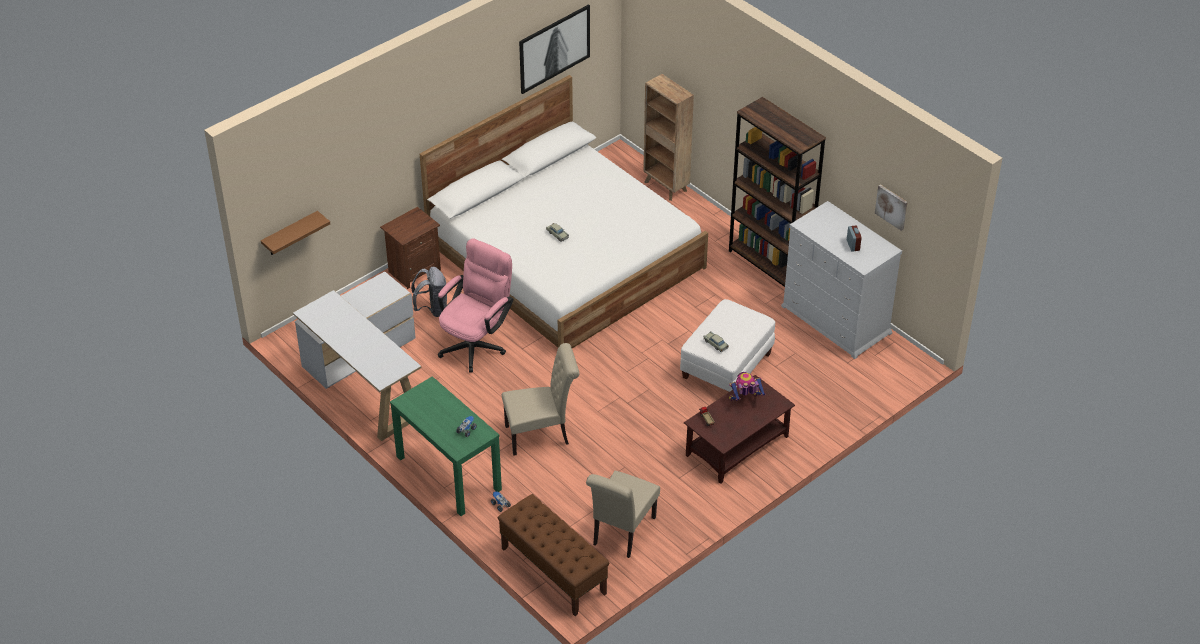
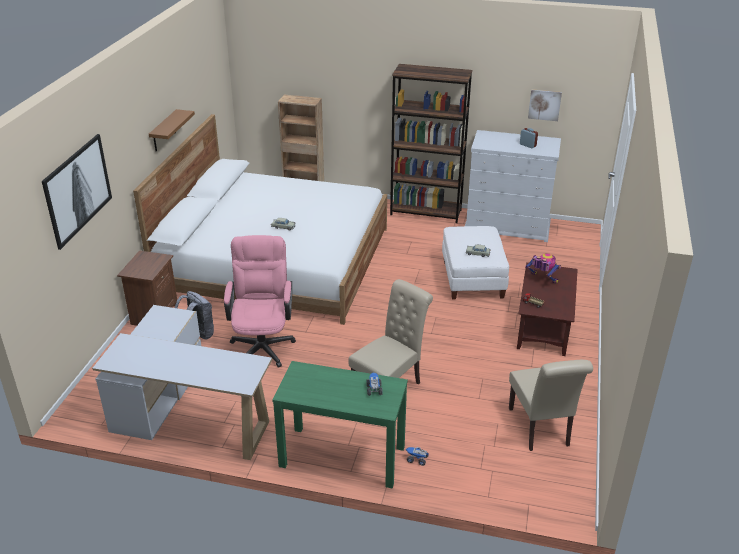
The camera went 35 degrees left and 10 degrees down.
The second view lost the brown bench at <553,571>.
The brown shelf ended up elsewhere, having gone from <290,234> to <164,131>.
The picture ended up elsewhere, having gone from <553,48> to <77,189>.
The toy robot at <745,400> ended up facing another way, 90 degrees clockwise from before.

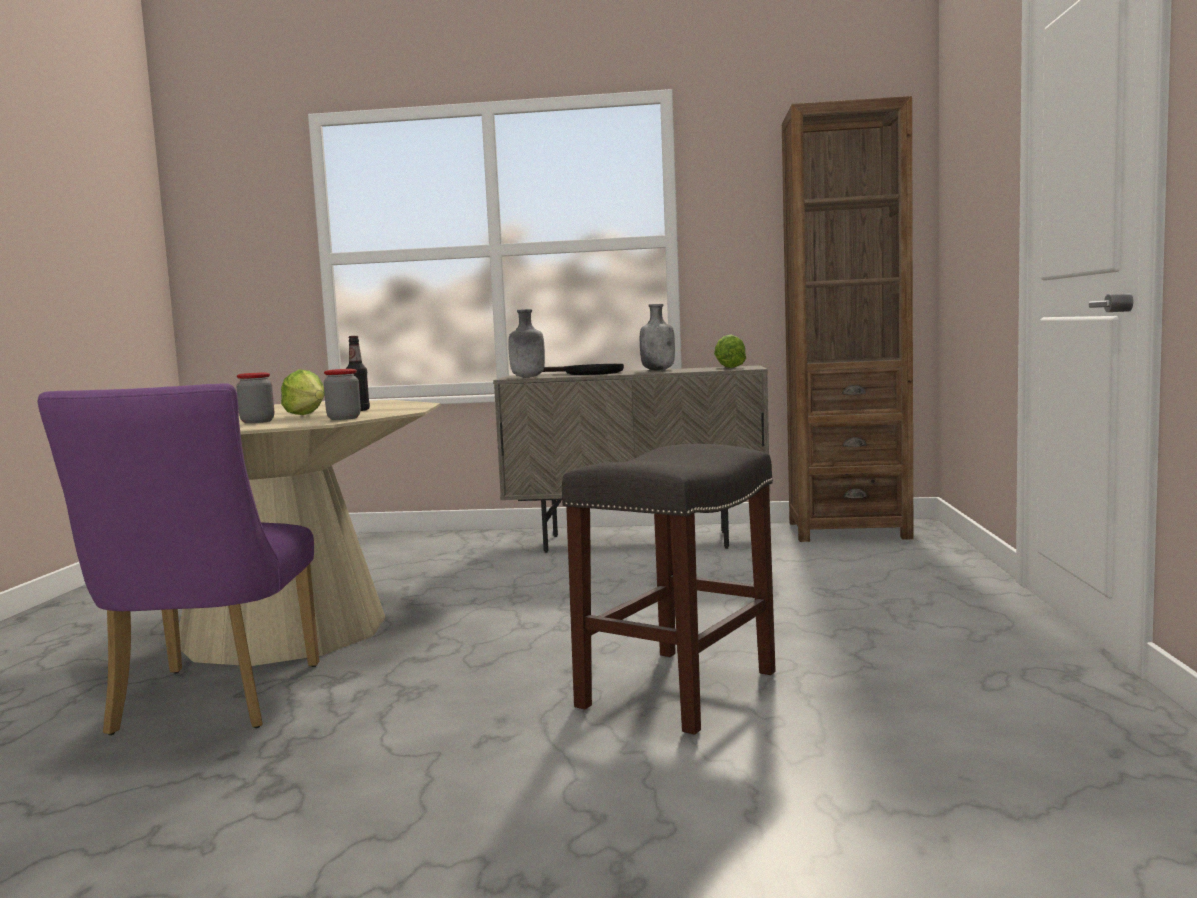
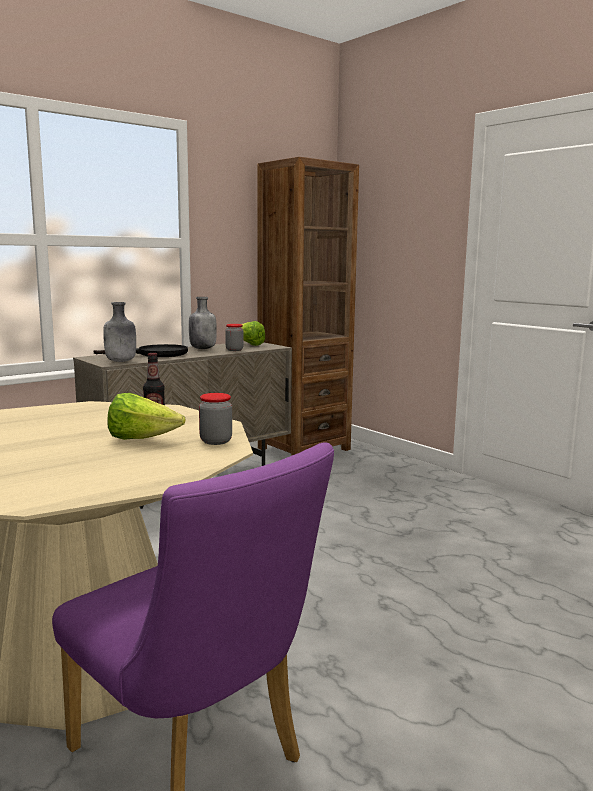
The camera went 45 degrees left and 5 degrees up.
The second view lost the grey stool at <678,690>.
The jar ended up elsewhere, having gone from <257,422> to <234,350>.

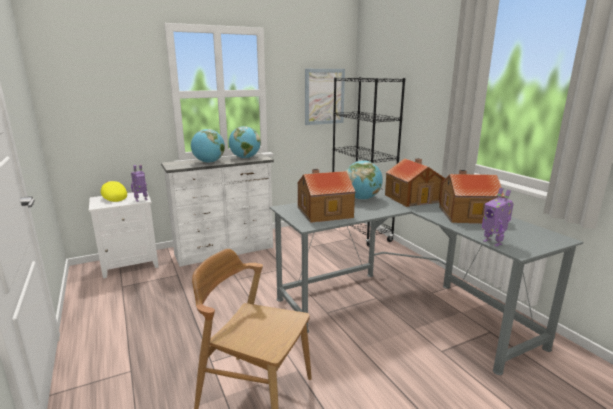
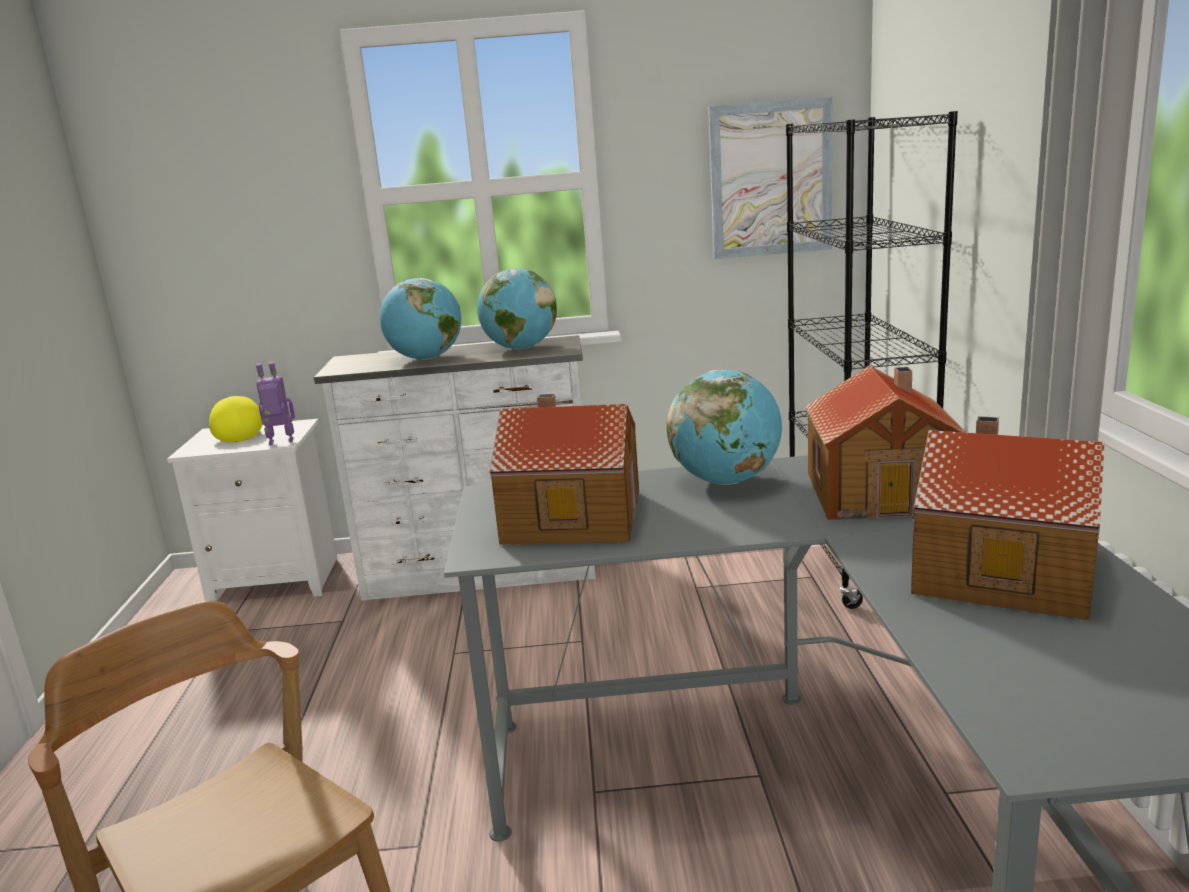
The camera went 25 degrees right and 0 degrees up.
The second view lost the toy robot at <493,242>.

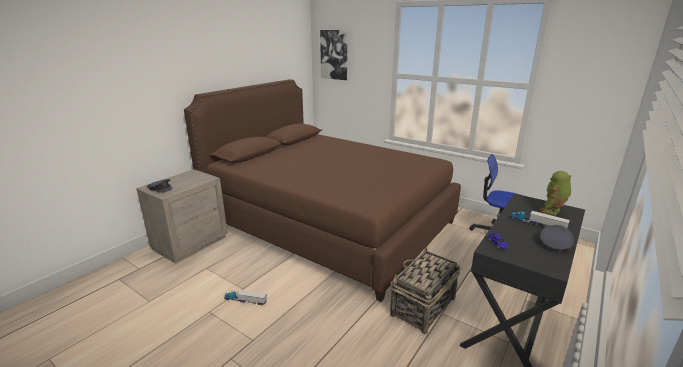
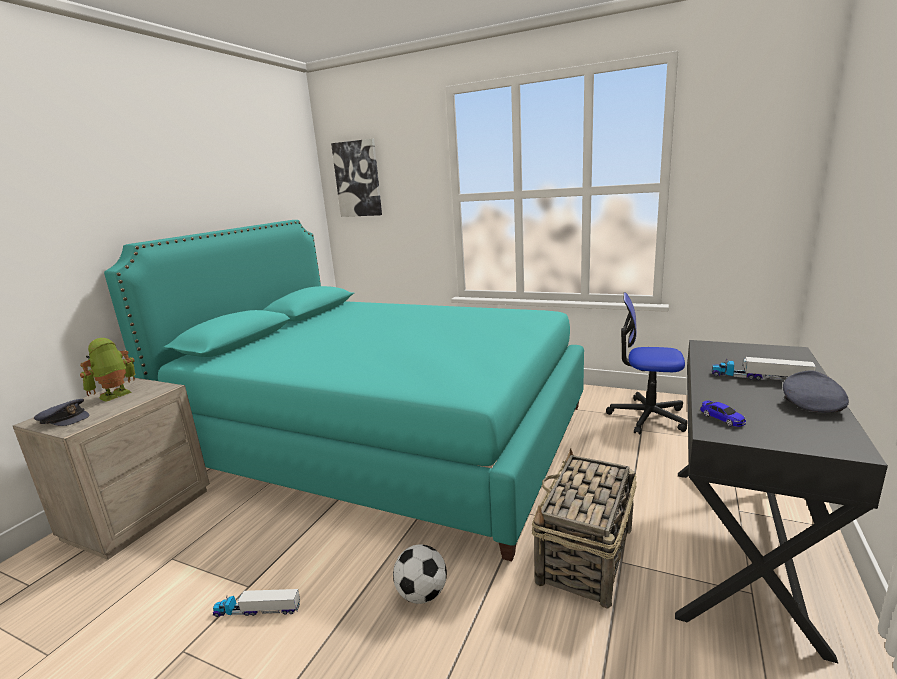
The camera went 10 degrees left and 5 degrees down.
The second view gained the football at <422,594>.
The toy robot ended up elsewhere, having gone from <552,211> to <115,396>.
What was the brown bed at <329,222> turned into the turquoise bed at <386,437>.

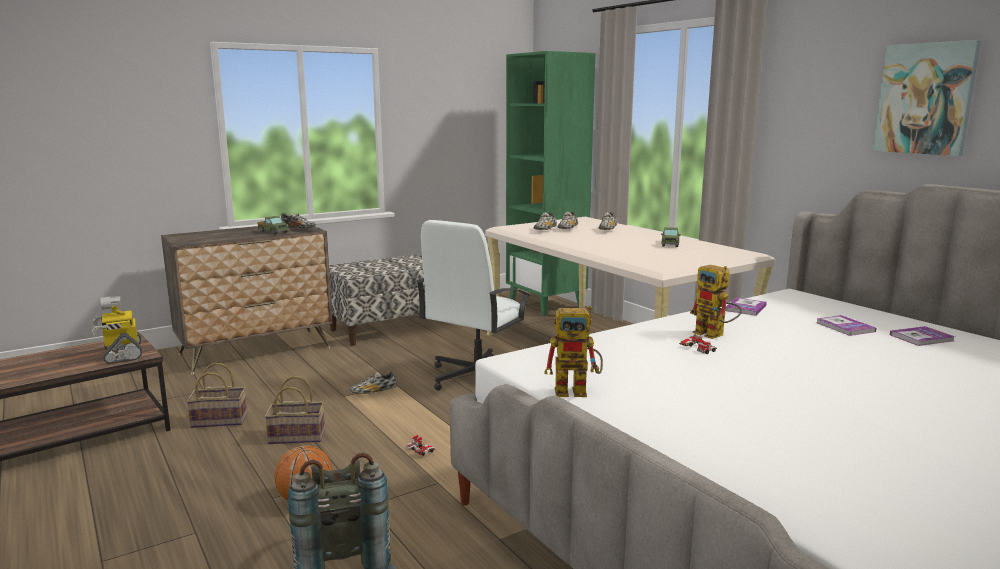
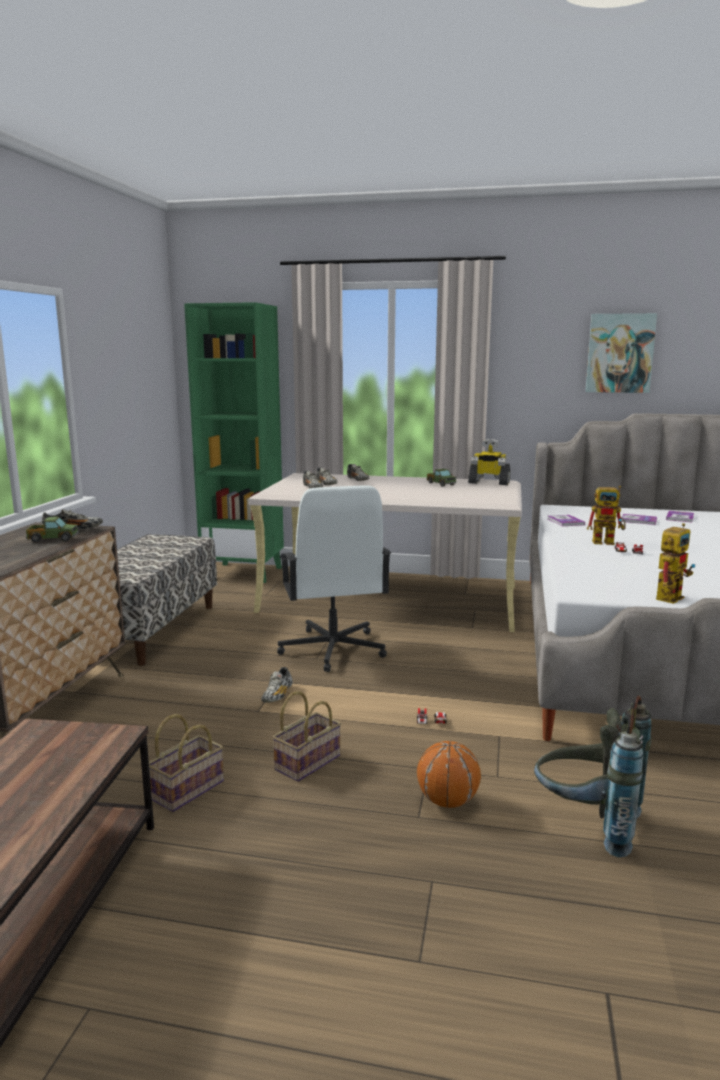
The camera went 45 degrees left and 0 degrees up.
The toy robot ended up elsewhere, having gone from <122,354> to <488,483>.

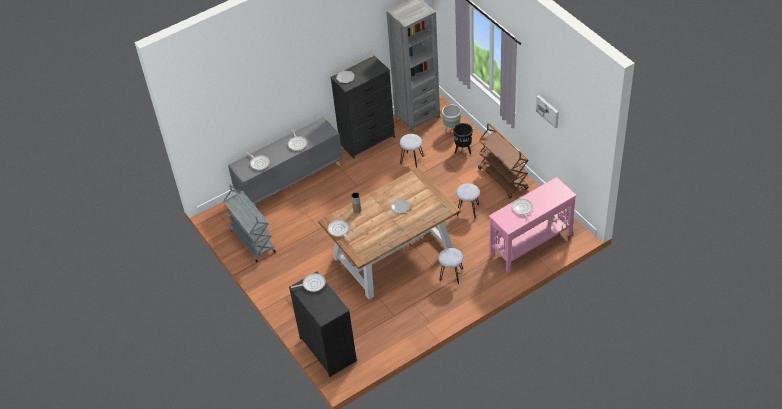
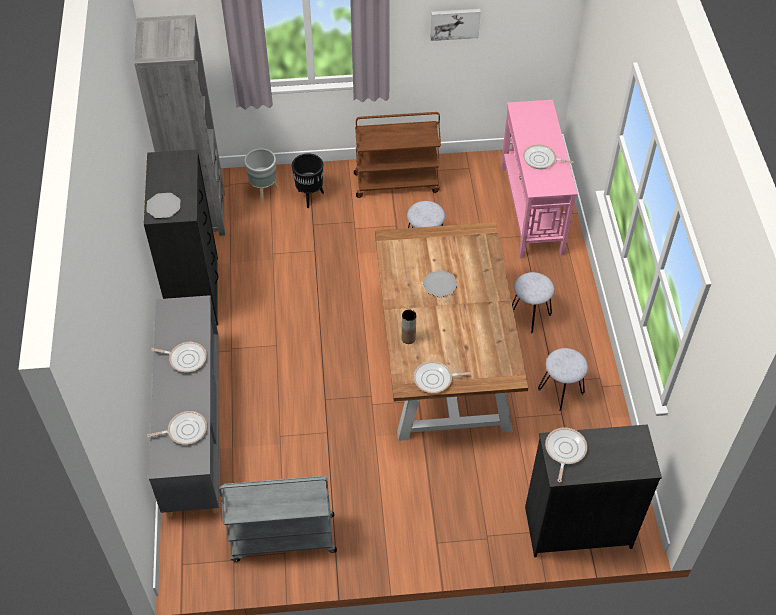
The camera went 65 degrees left and 5 degrees up.
The grey stool ended up elsewhere, having gone from <411,160> to <561,392>.

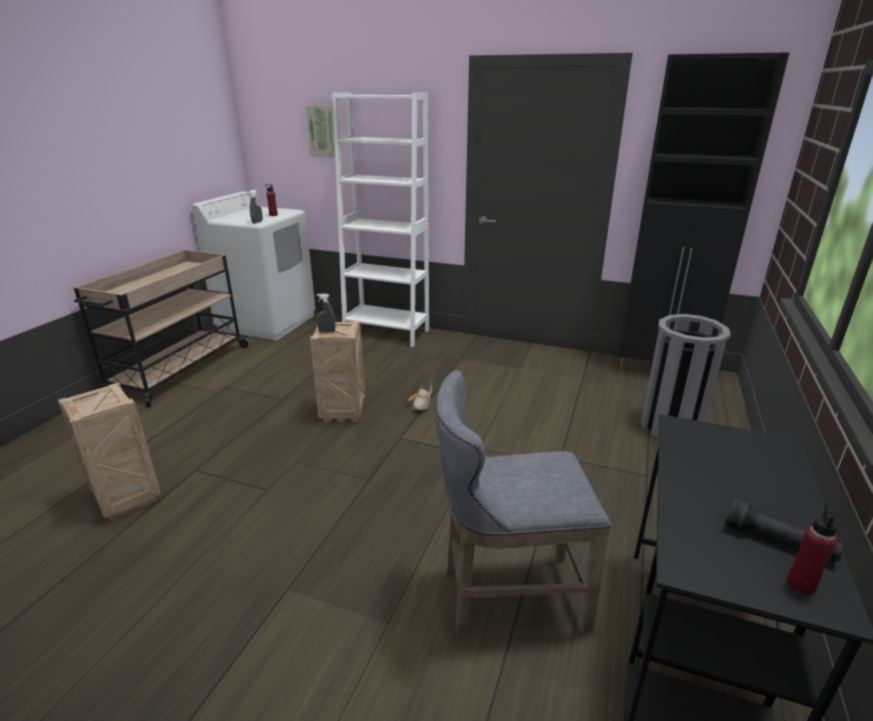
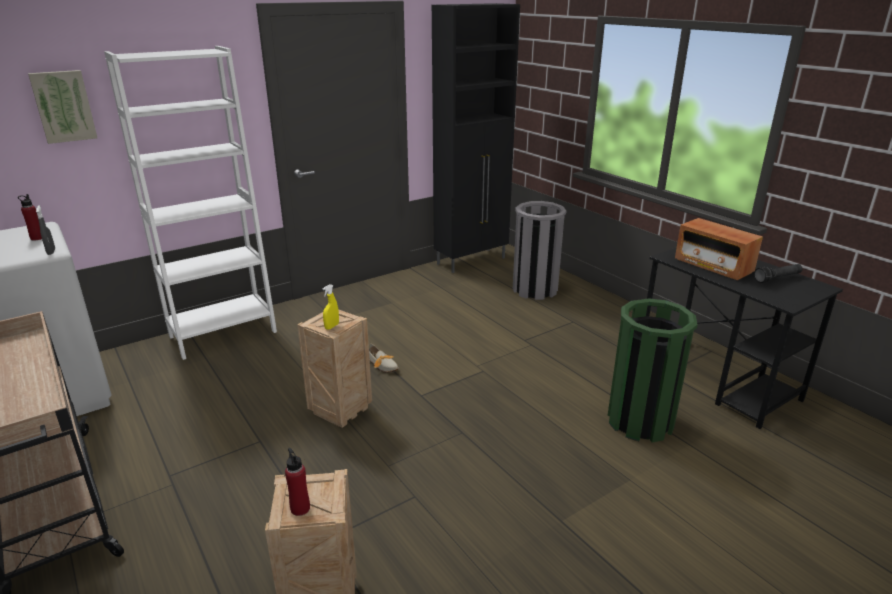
The camera went 55 degrees left and 0 degrees up.
The second view gained the radio at <713,266>.
The red bottle ended up elsewhere, having gone from <800,584> to <300,508>.
Where the grey stool stood at <505,597>, the green trash can came to stand at <640,421>.
What was the grey spray bottle at <327,332> turned into the yellow spray bottle at <332,326>.

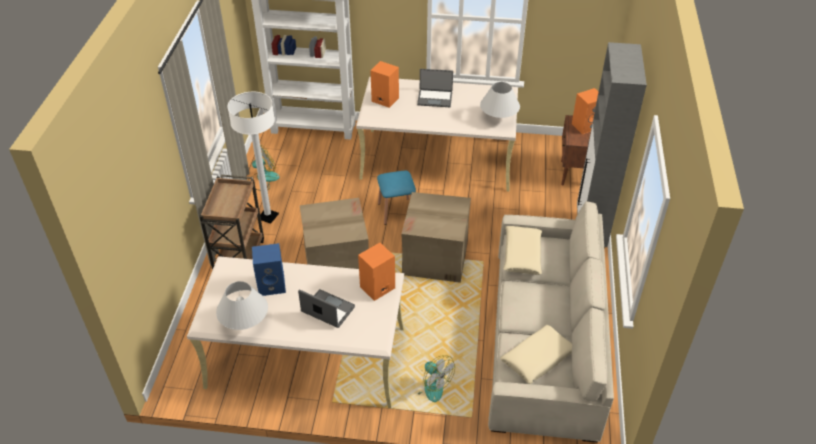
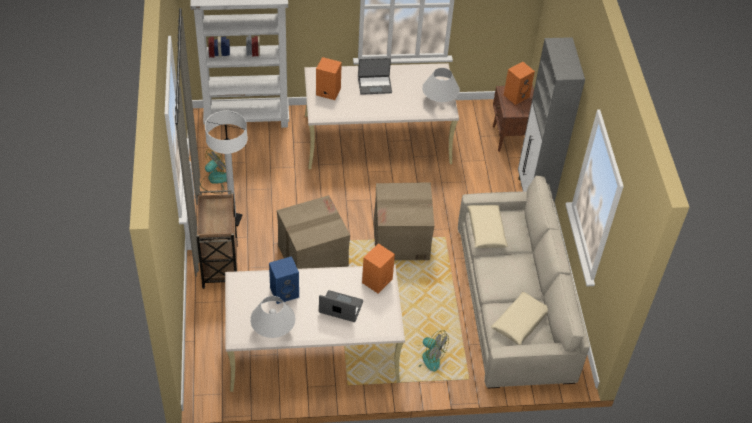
The camera went 15 degrees left and 5 degrees up.
The second view lost the blue stool at <396,211>.

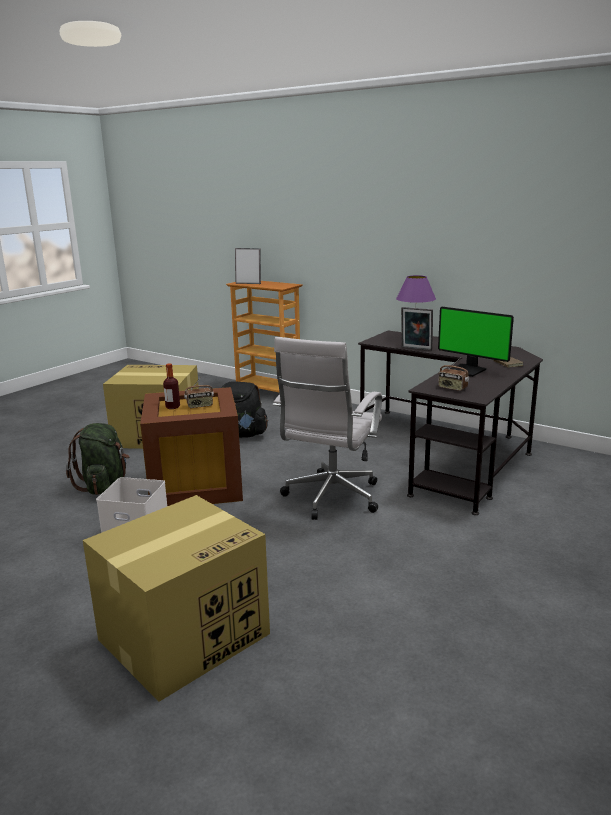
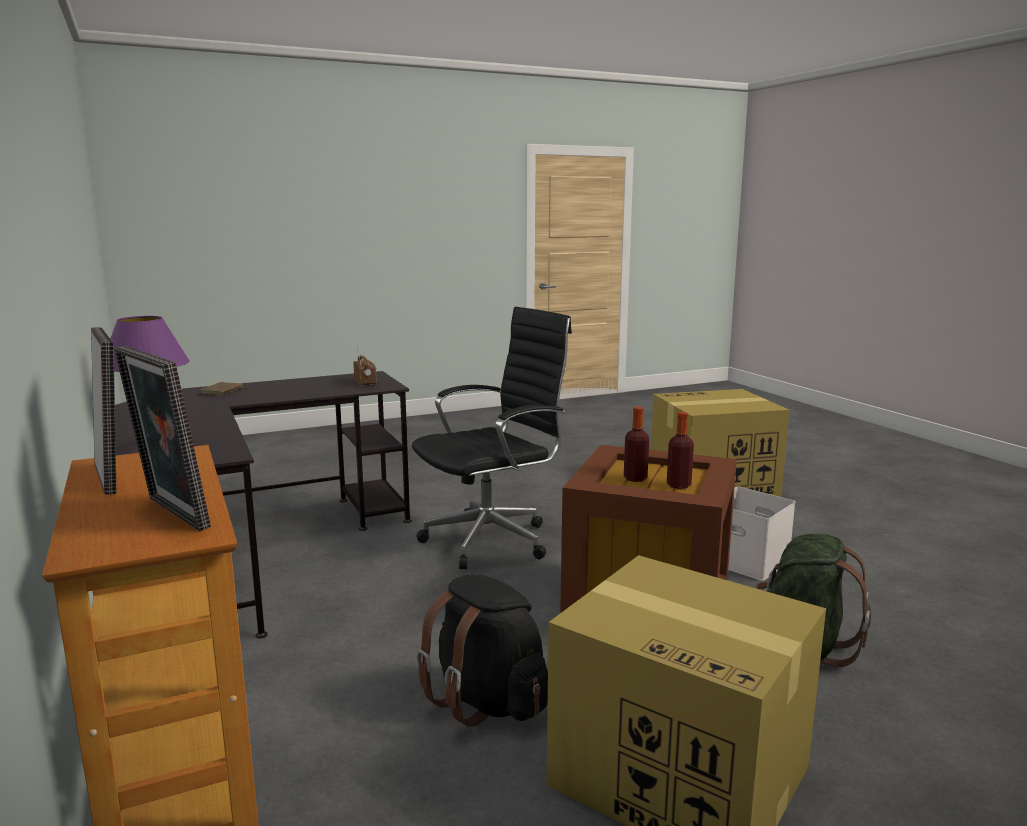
The camera went 150 degrees left and 5 degrees down.
The second view lost the monitor at <468,370>.
The picture frame ended up elsewhere, having gone from <416,349> to <113,477>.
Where the radio stood at <200,406>, the bottle came to stand at <635,478>.
What was the white office chair at <330,499> turned into the black office chair at <493,540>.

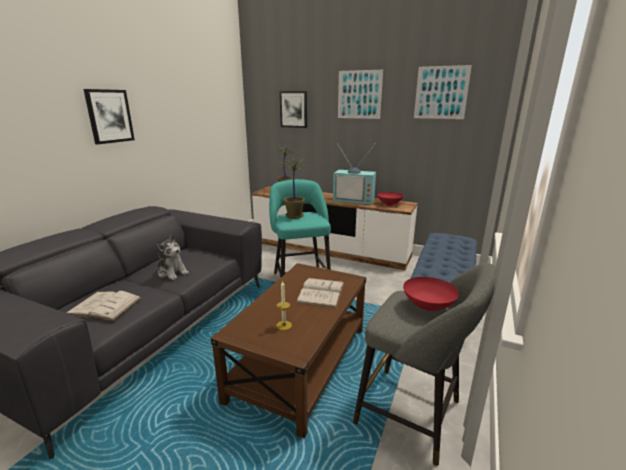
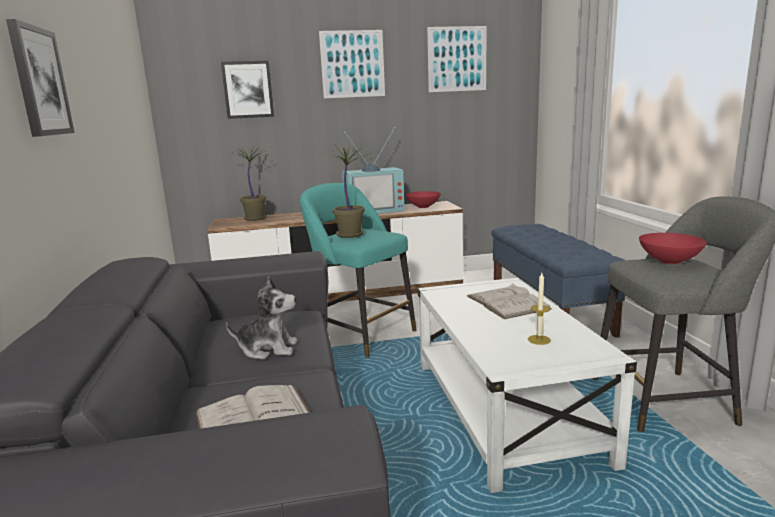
The camera went 35 degrees left and 5 degrees down.
What was the brown coffee table at <300,362> turned into the white coffee table at <505,410>.

